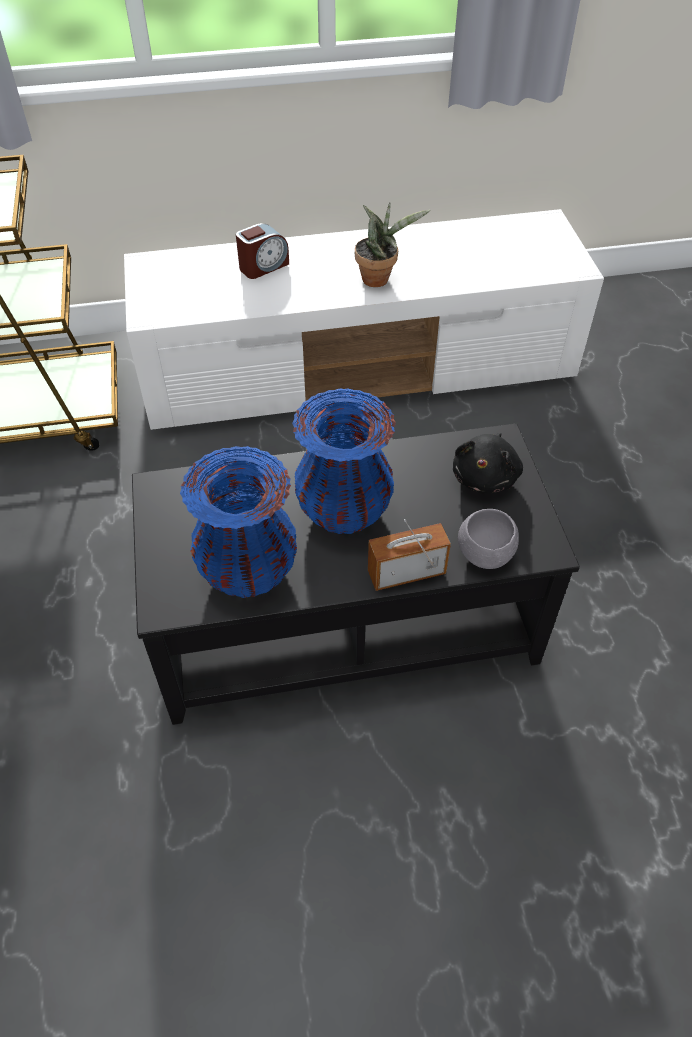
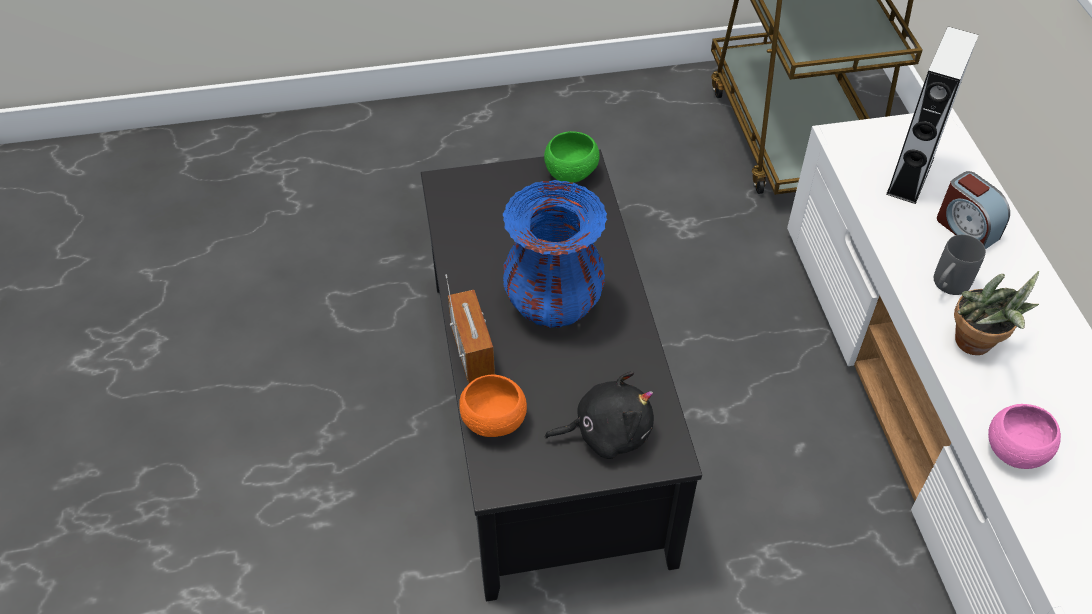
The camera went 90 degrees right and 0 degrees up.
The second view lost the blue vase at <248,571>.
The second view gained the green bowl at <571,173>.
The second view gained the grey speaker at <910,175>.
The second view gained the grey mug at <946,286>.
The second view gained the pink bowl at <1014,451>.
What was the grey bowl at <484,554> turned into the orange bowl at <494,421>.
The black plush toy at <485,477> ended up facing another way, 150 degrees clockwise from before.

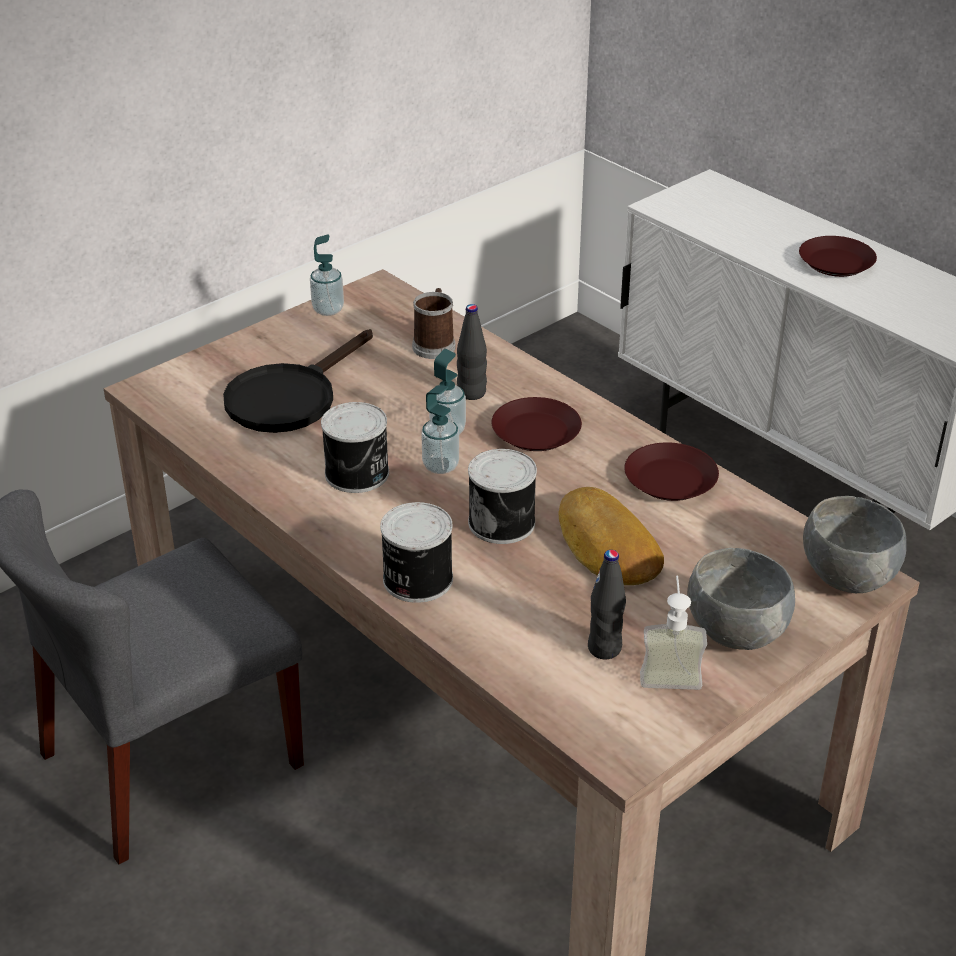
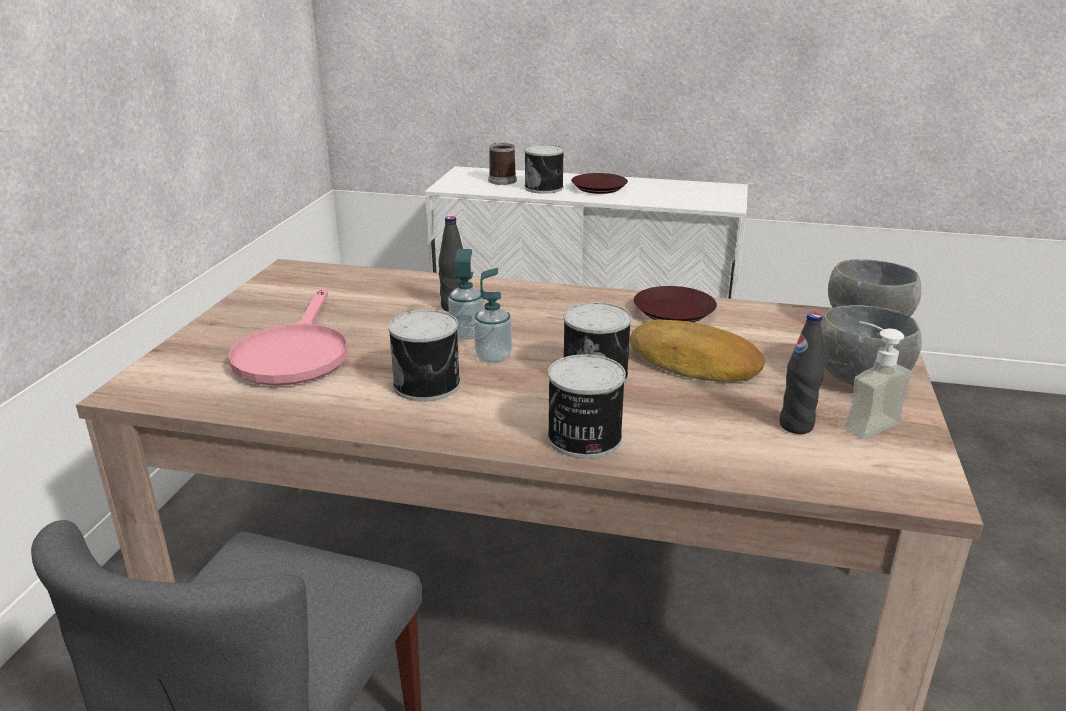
The camera went 35 degrees left and 10 degrees down.
The second view lost the soap dispenser at <328,310>.
The second view lost the brown plate at <535,432>.
The second view gained the can at <545,187>.
The mug ended up elsewhere, having gone from <435,344> to <501,179>.
What was the black frying pan at <290,397> turned into the pink frying pan at <294,353>.

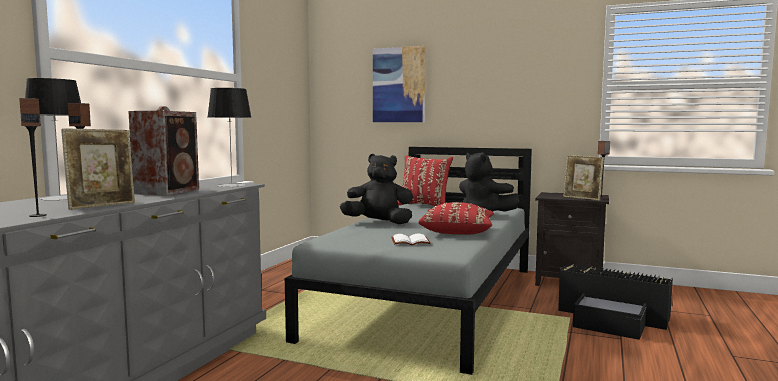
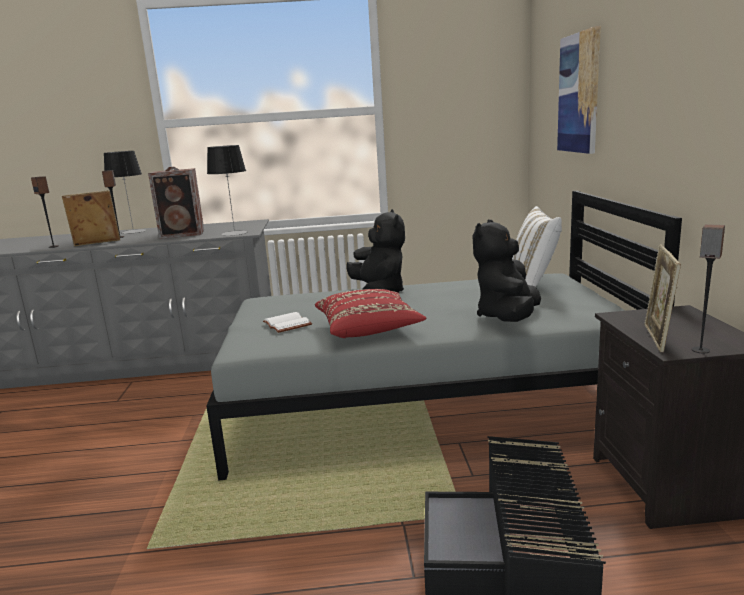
The camera went 65 degrees right and 10 degrees up.
What was the red pillow at <424,206> turned into the white pillow at <534,283>.
The picture frame at <102,206> ended up facing another way, 150 degrees clockwise from before.

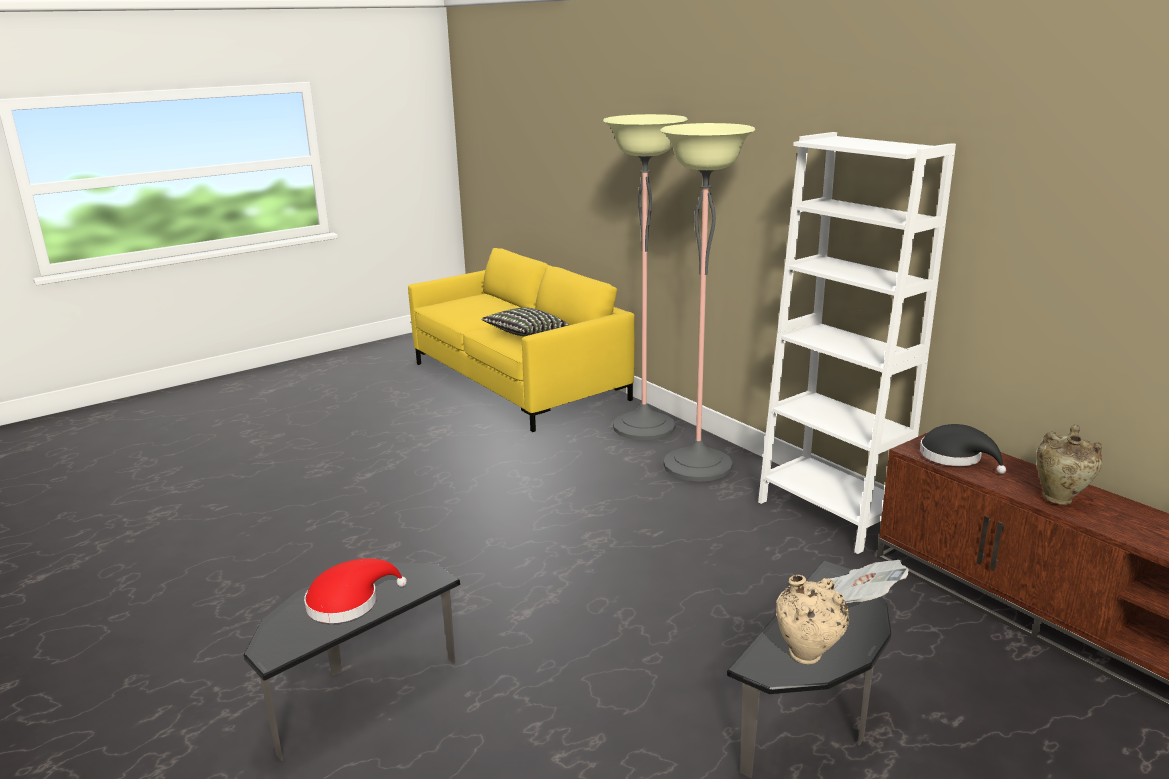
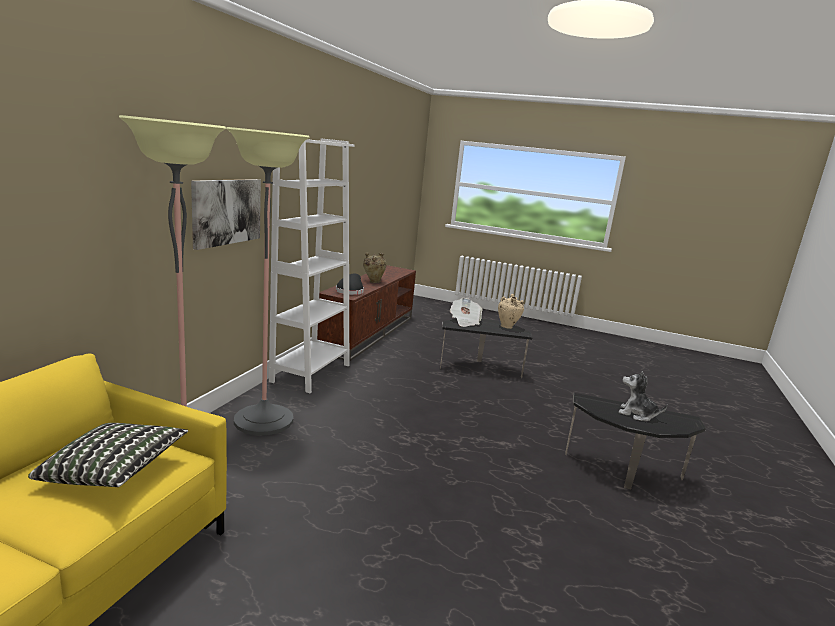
The camera went 125 degrees left and 5 degrees down.
The second view gained the picture at <226,211>.
Where the red hat stood at <348,602>, the plush toy came to stand at <636,414>.

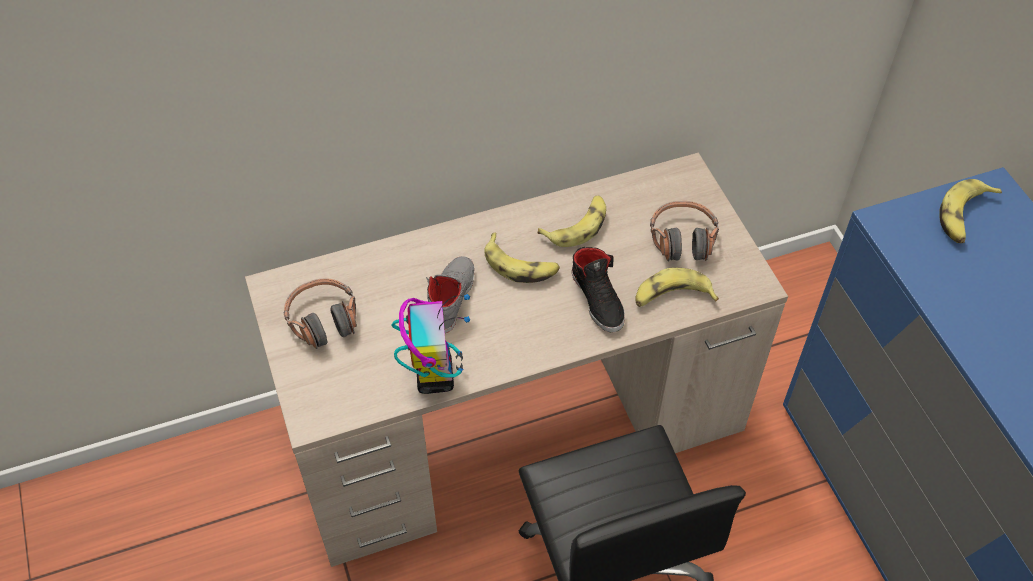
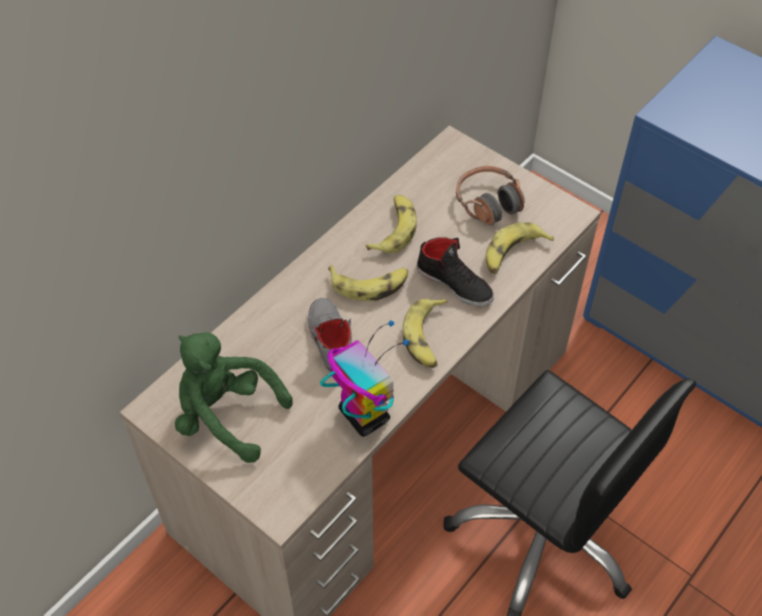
The camera went 30 degrees left and 0 degrees up.
The banana ended up elsewhere, having gone from <963,216> to <426,338>.
Where the headphones stood at <323,320>, the green plush toy came to stand at <226,415>.

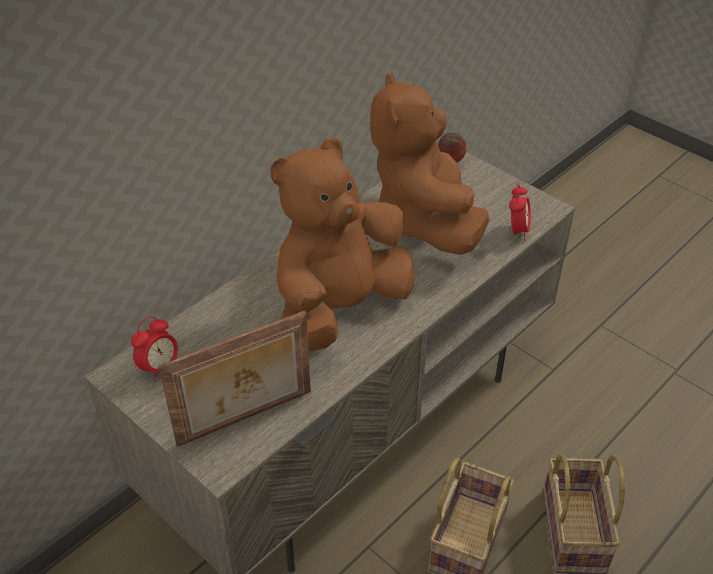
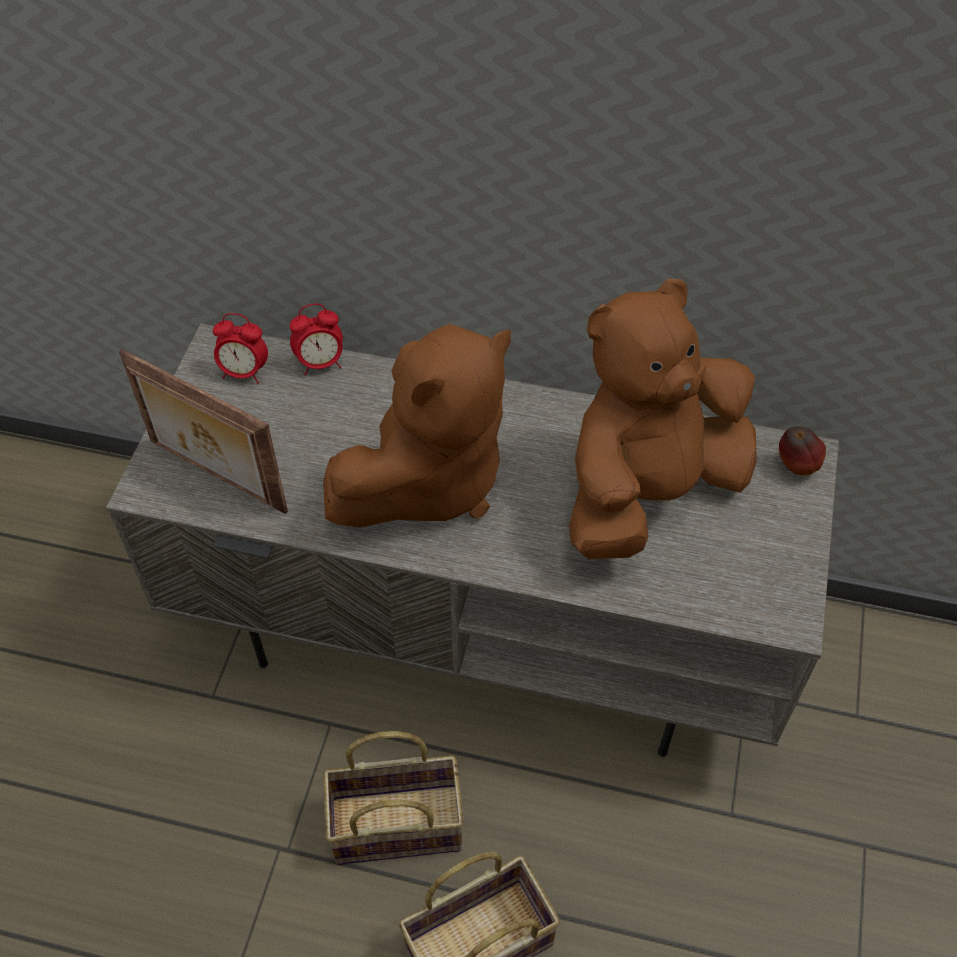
The camera went 60 degrees right and 10 degrees up.
The alarm clock ended up elsewhere, having gone from <517,231> to <320,363>.
The brown plush toy at <339,309> ended up facing another way, 120 degrees clockwise from before.

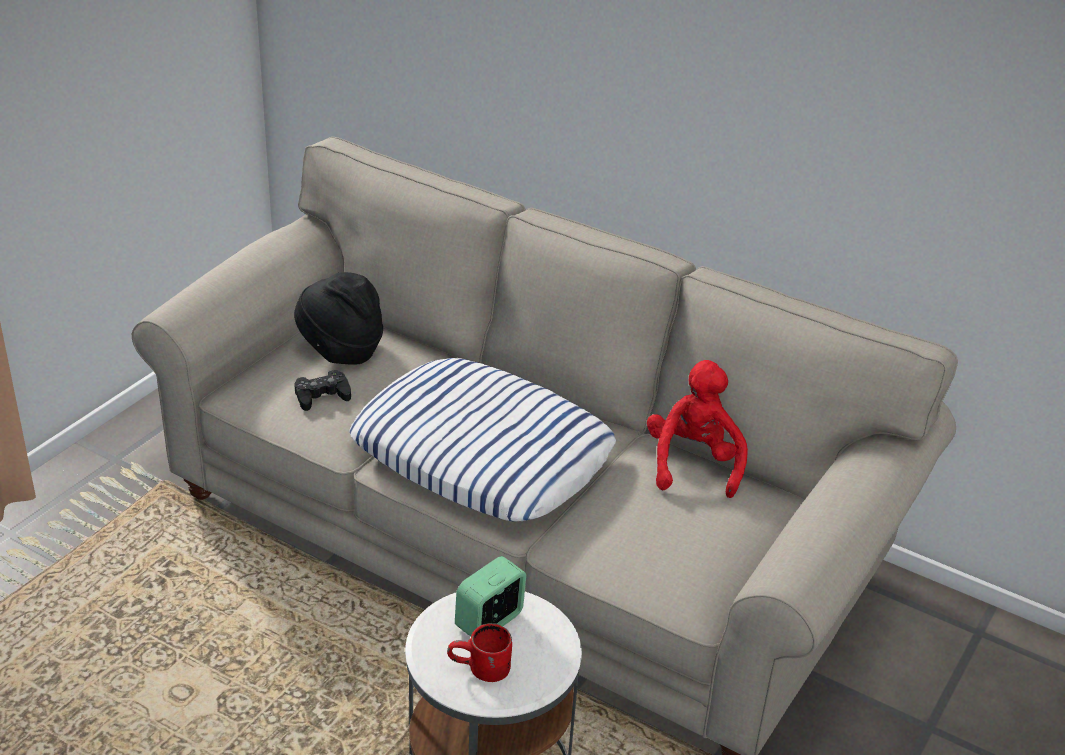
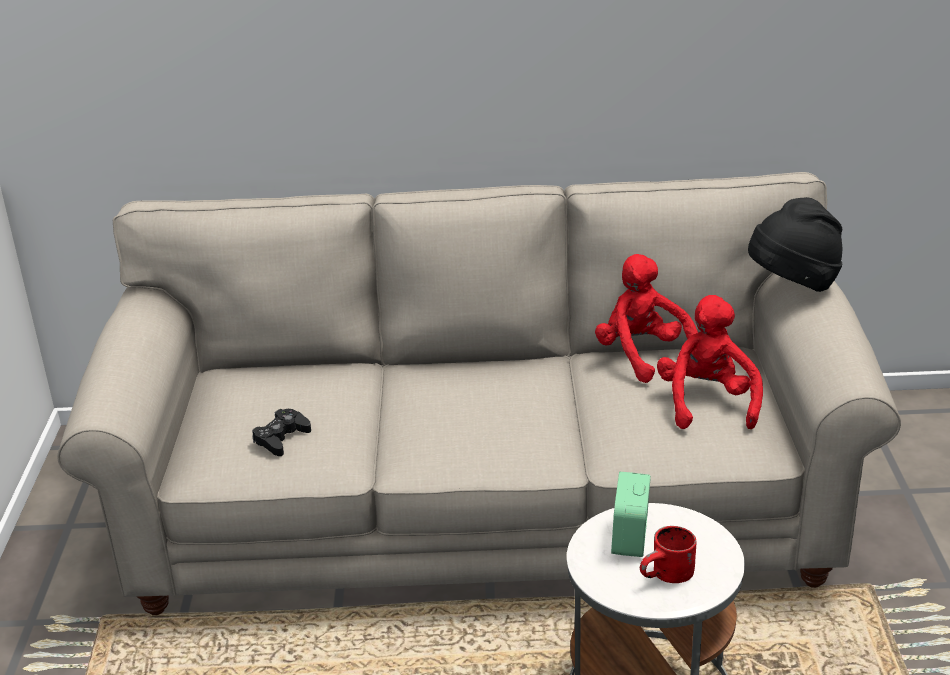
The camera went 30 degrees left and 5 degrees down.
The second view lost the pillow at <483,453>.
The second view gained the red plush toy at <707,403>.
The black hat ended up elsewhere, having gone from <340,350> to <793,285>.

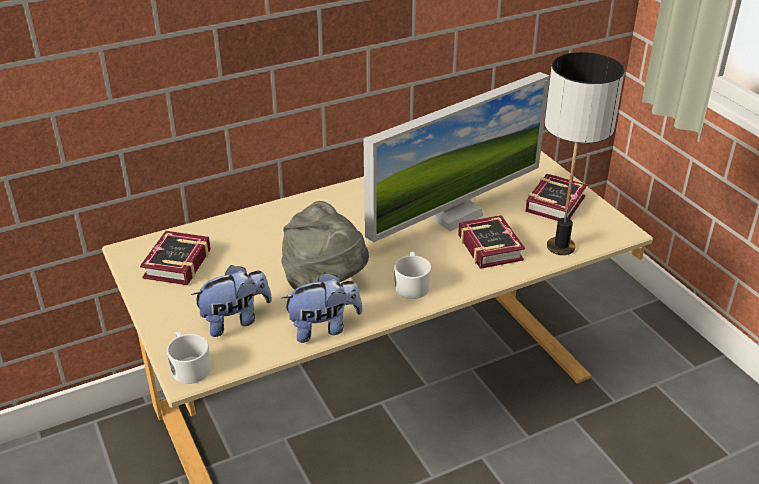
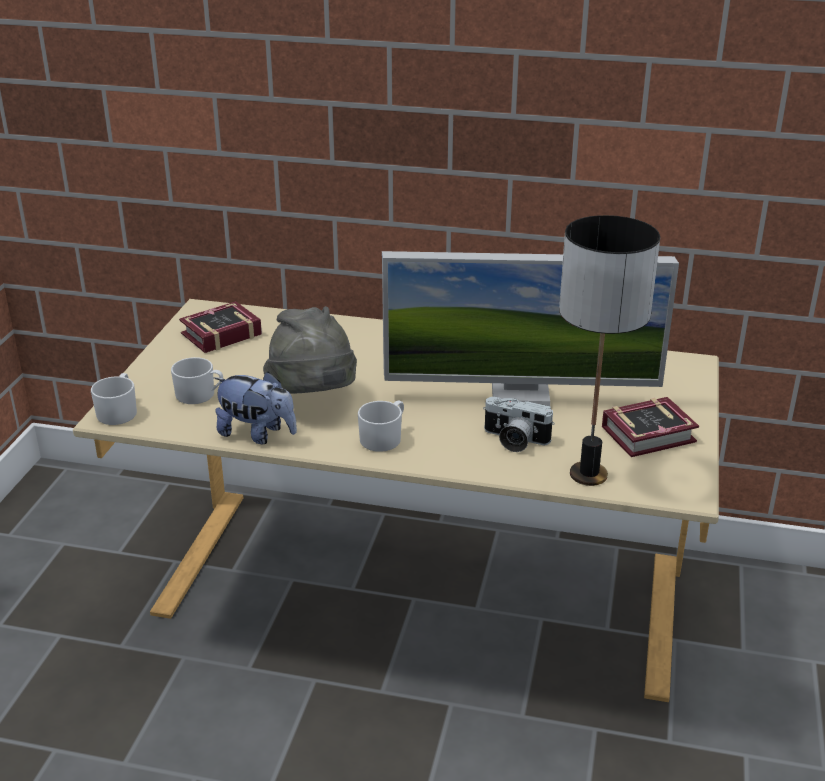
The camera went 40 degrees right and 5 degrees down.
Where the plush toy stood at <235,320>, the white mug came to stand at <200,395>.
Where the book stood at <490,245>, the photo camera came to stand at <514,440>.

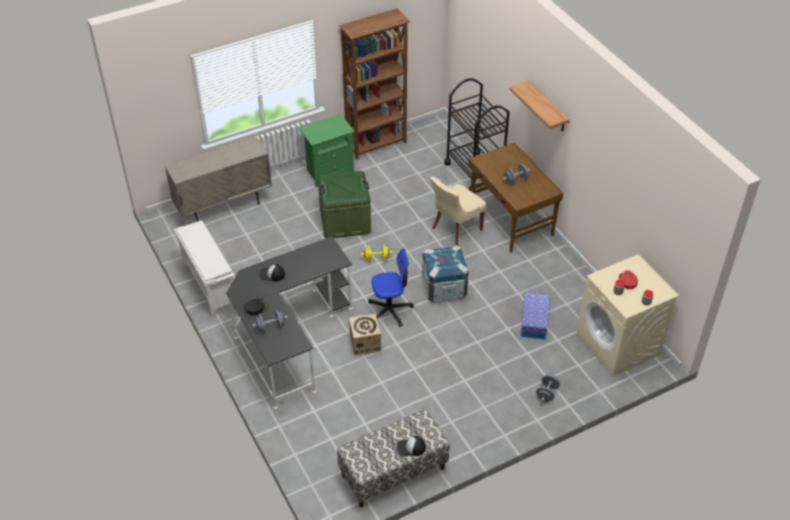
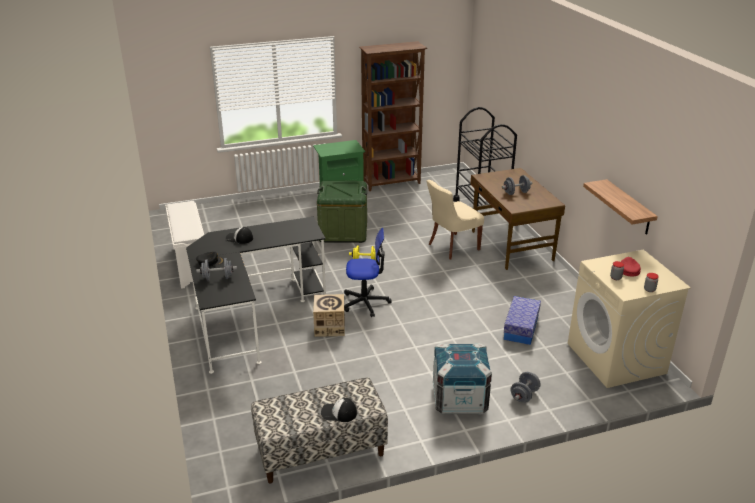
The camera went 10 degrees right and 15 degrees down.
The second view lost the beige cabinet at <224,207>.
The crate ended up elsewhere, having gone from <444,288> to <459,399>.
The shelf ended up elsewhere, having gone from <548,107> to <629,207>.

